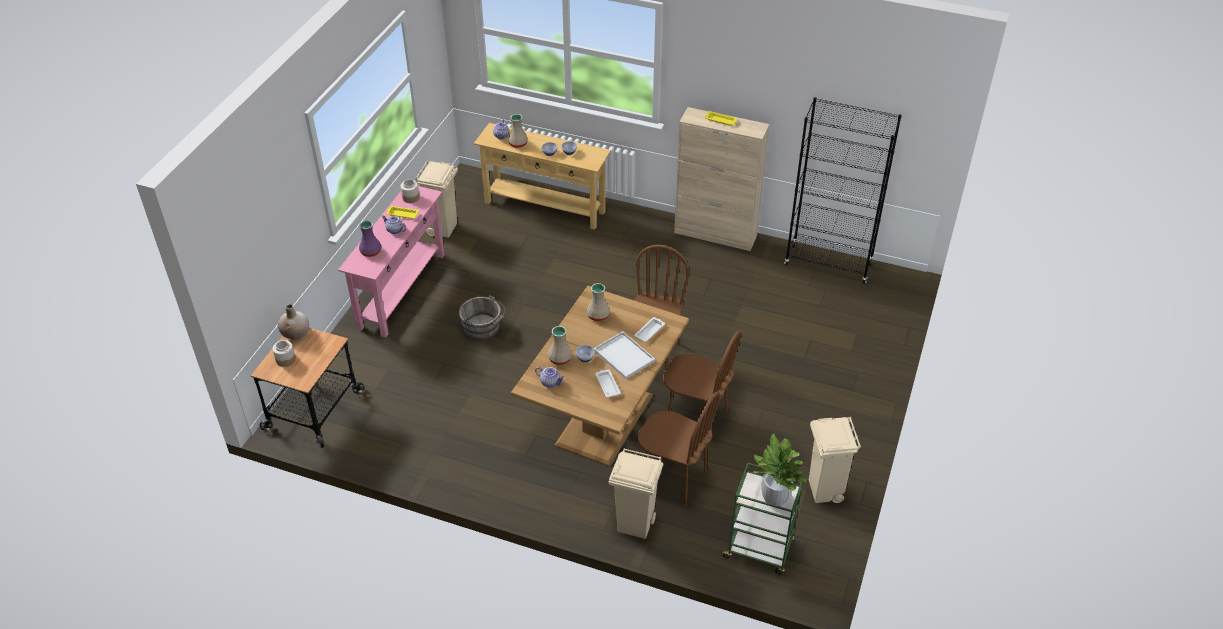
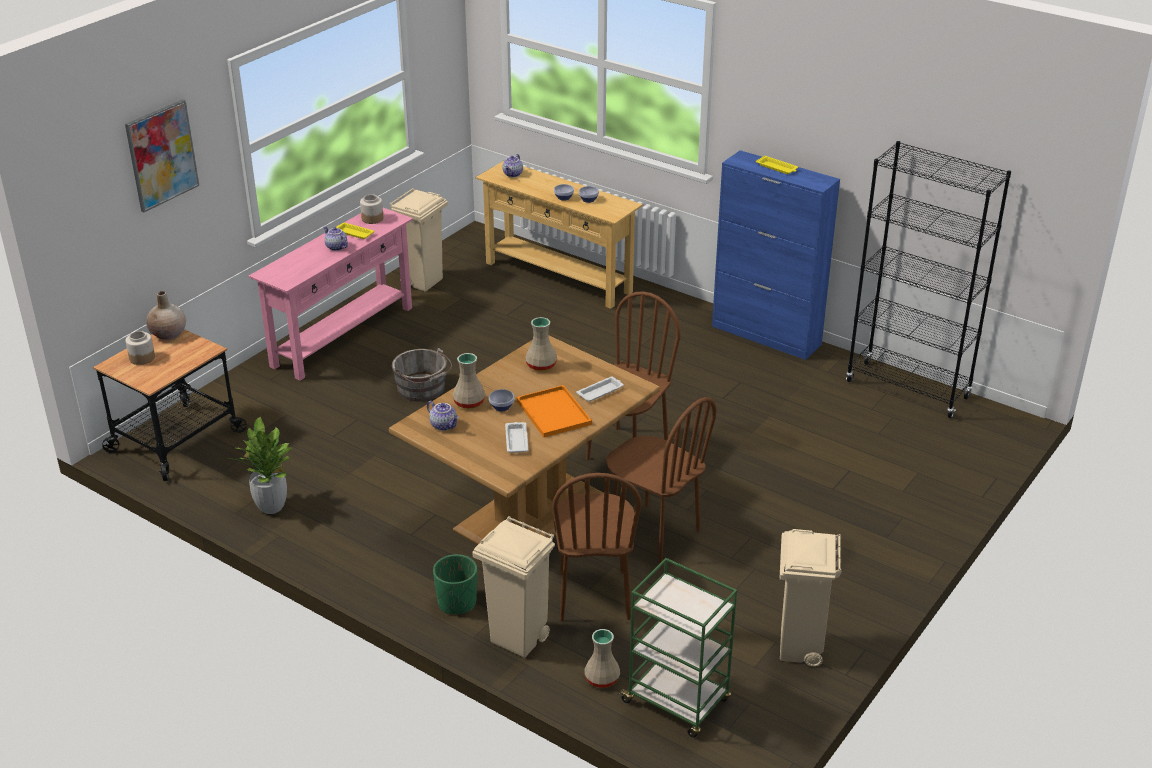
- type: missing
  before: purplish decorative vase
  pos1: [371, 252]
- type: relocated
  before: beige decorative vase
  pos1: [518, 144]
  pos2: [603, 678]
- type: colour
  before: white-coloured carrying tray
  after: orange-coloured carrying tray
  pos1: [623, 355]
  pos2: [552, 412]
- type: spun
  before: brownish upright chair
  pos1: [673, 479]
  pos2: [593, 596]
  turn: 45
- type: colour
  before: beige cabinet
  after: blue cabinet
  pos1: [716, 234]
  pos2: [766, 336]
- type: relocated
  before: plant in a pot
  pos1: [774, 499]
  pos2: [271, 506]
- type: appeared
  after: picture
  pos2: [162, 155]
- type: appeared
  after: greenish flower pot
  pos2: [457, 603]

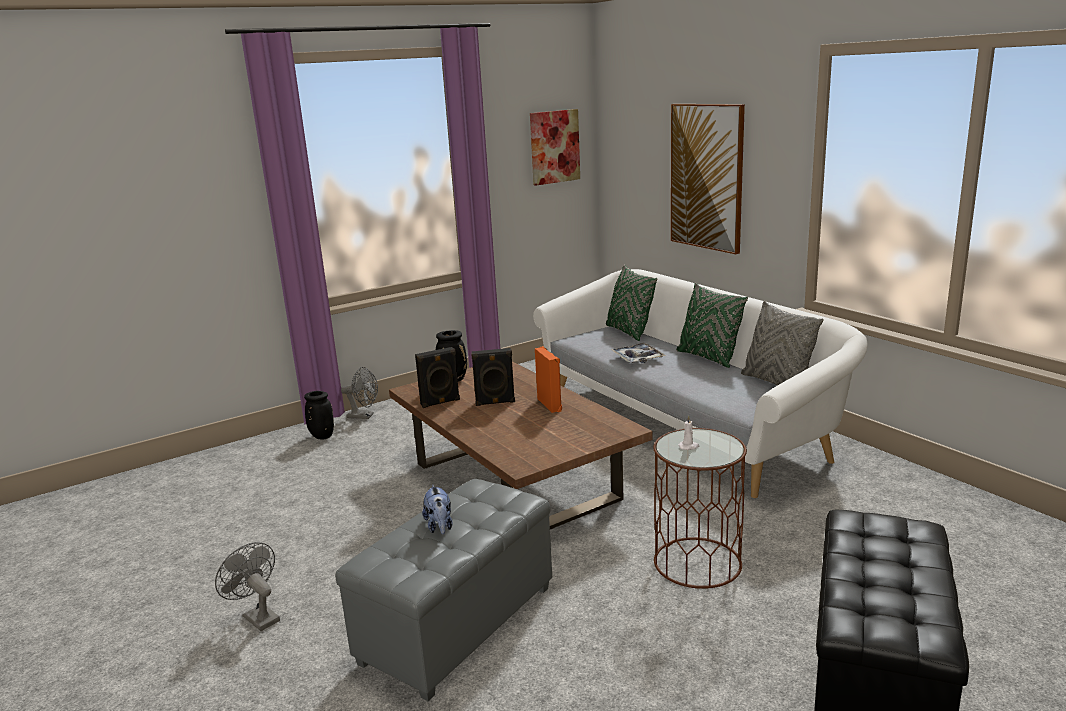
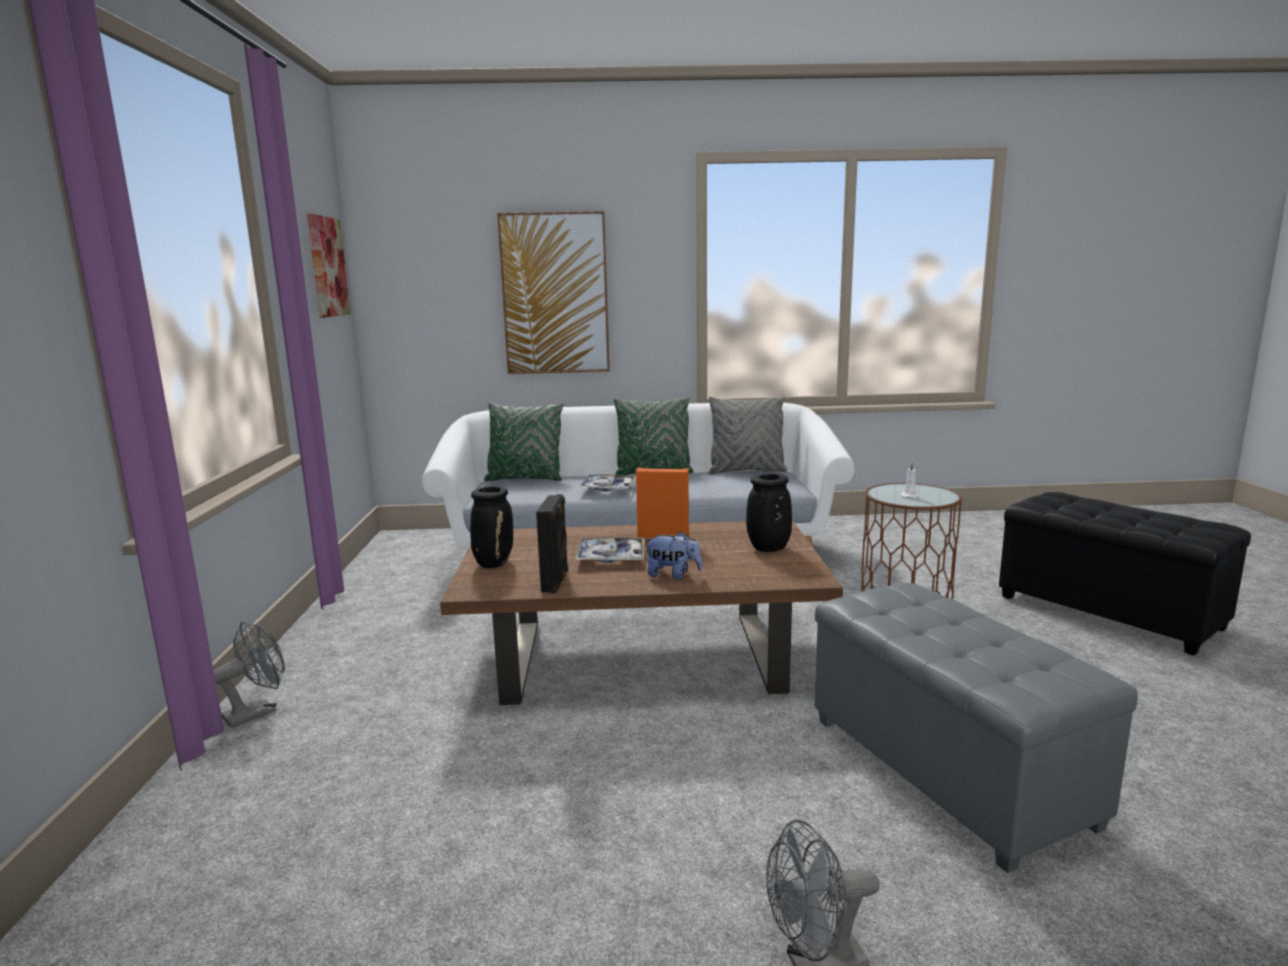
- type: relocated
  before: black-coloured decorative vase
  pos1: [321, 436]
  pos2: [768, 549]
- type: relocated
  before: soft toy
  pos1: [439, 526]
  pos2: [673, 575]
- type: exchanged
  before: black-coloured loudspeaker
  after: carrying tray
  pos1: [495, 402]
  pos2: [611, 557]

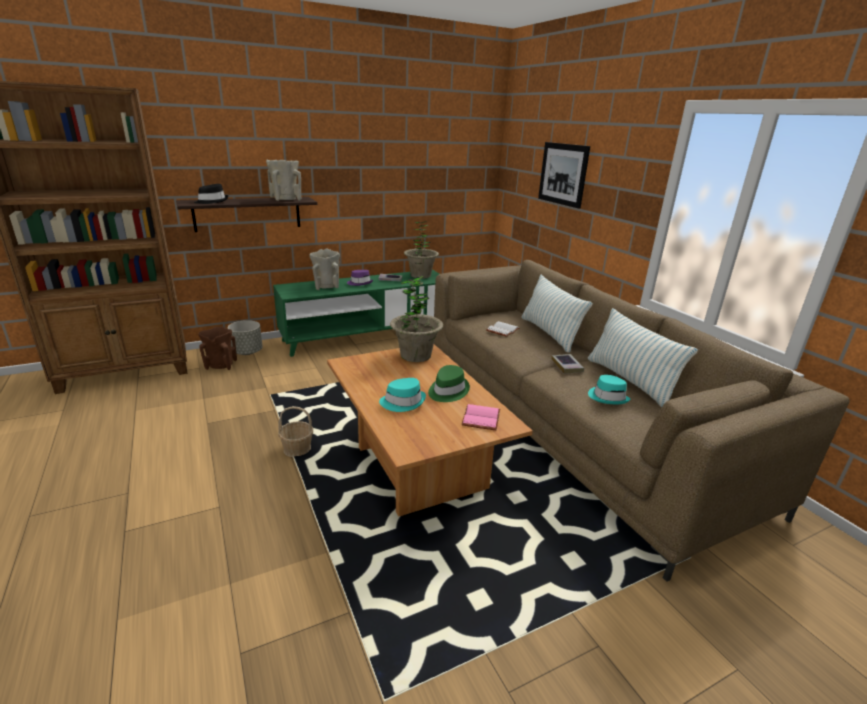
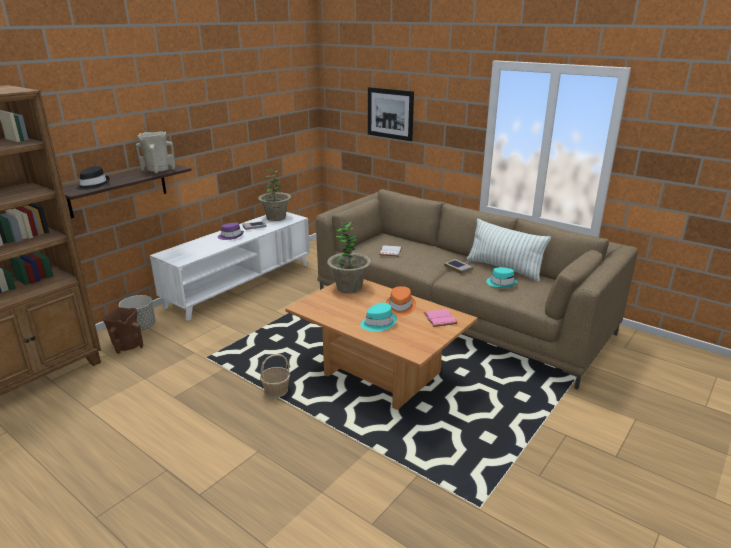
- type: colour
  before: greenish tv stand
  after: white-coloured tv stand
  pos1: [366, 336]
  pos2: [240, 285]
- type: missing
  before: beige decorative vase
  pos1: [326, 286]
- type: colour
  before: greenish clothing hat
  after: orange-coloured clothing hat
  pos1: [447, 391]
  pos2: [399, 307]
- type: missing
  before: throw pillow
  pos1: [549, 333]

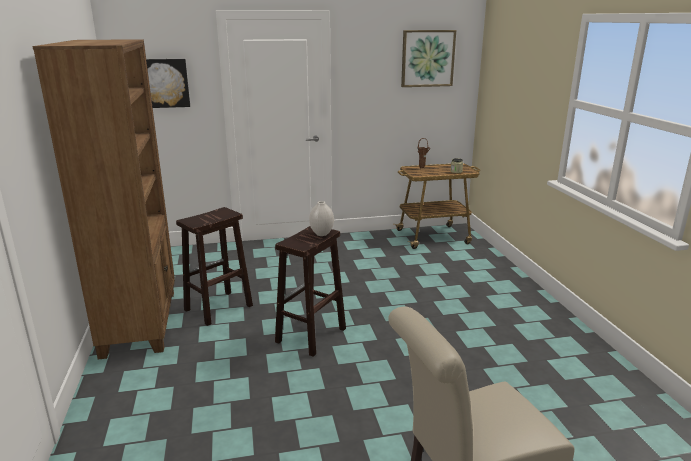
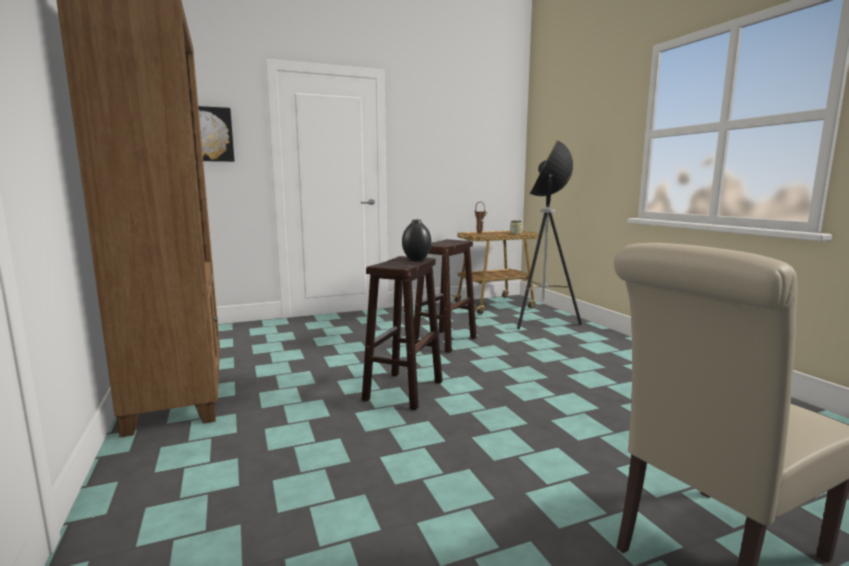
- type: relocated
  before: brownish stool
  pos1: [218, 308]
  pos2: [444, 341]
- type: colour
  before: white-coloured decorative vase
  after: black-coloured decorative vase
  pos1: [321, 234]
  pos2: [416, 260]
- type: missing
  before: picture
  pos1: [427, 58]
- type: appeared
  after: standing lamp
  pos2: [542, 322]

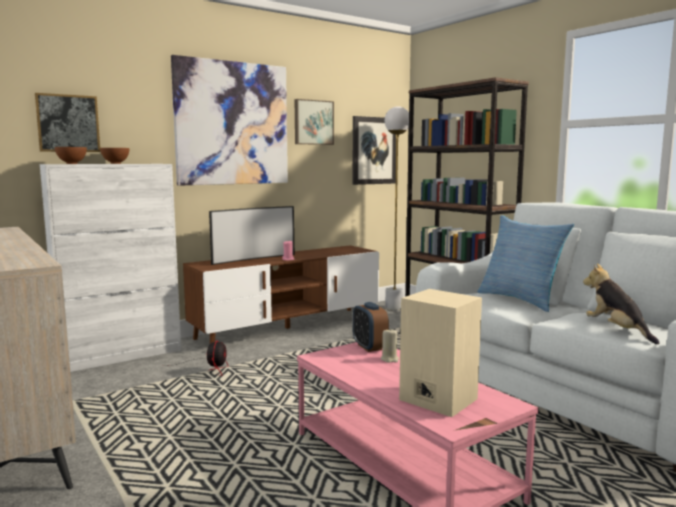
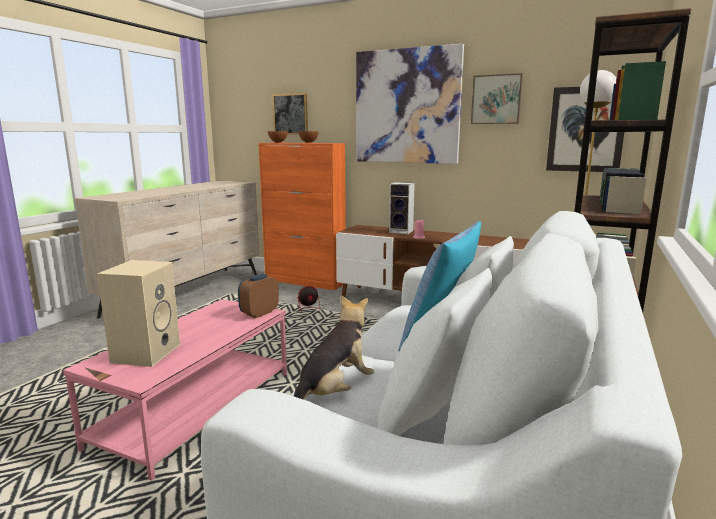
- type: colour
  before: white-coloured cabinet
  after: orange-coloured cabinet
  pos1: [121, 356]
  pos2: [305, 281]
- type: exchanged
  before: television
  after: loudspeaker
  pos1: [253, 259]
  pos2: [402, 231]
- type: missing
  before: beige wax candle
  pos1: [389, 359]

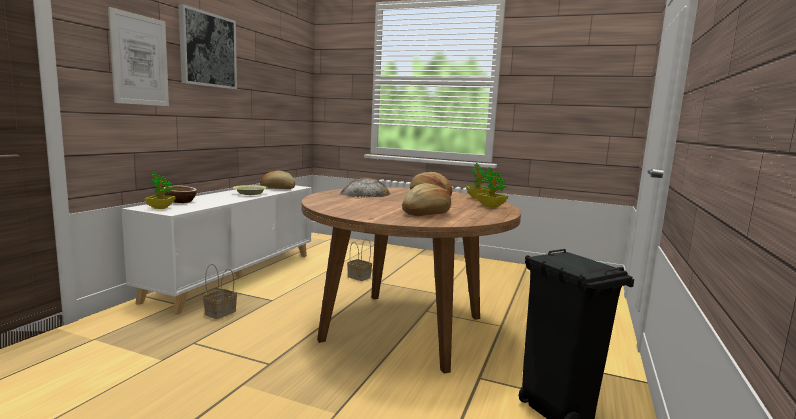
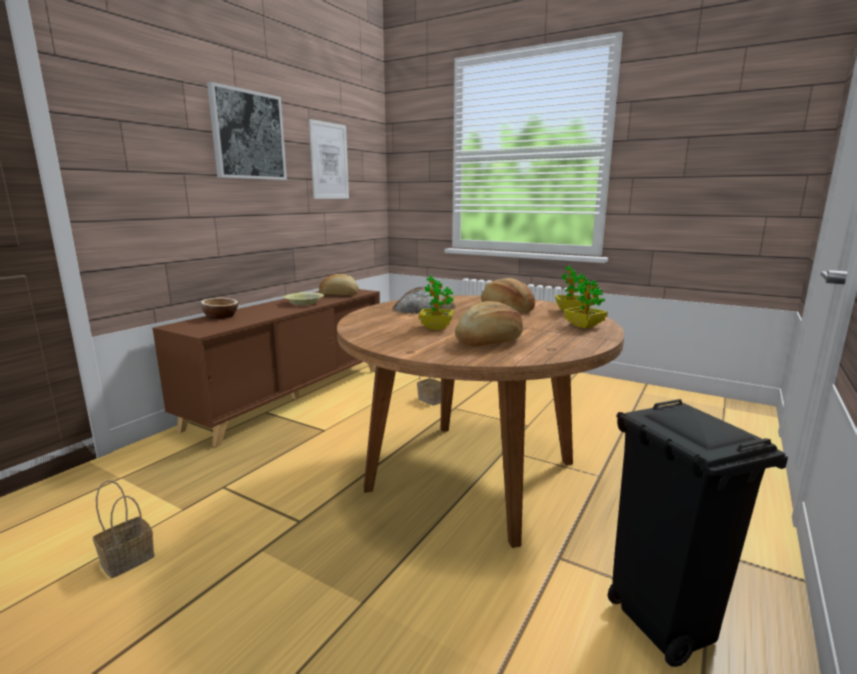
- type: relocated
  before: picture
  pos1: [140, 60]
  pos2: [329, 161]
- type: colour
  before: white-coloured cabinet
  after: brownish cabinet
  pos1: [235, 275]
  pos2: [292, 396]
- type: relocated
  before: plant in a pot
  pos1: [160, 208]
  pos2: [436, 327]
- type: relocated
  before: basket
  pos1: [221, 312]
  pos2: [129, 559]

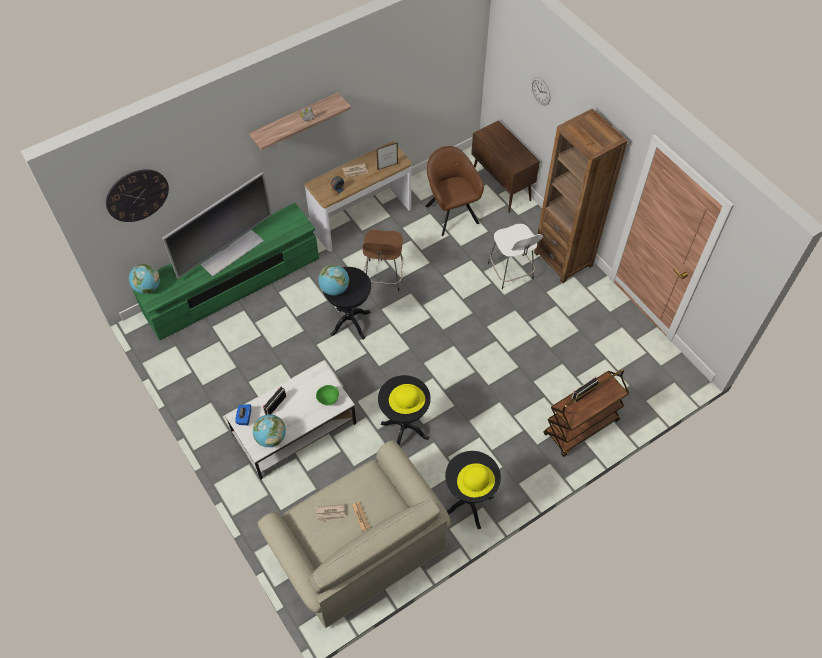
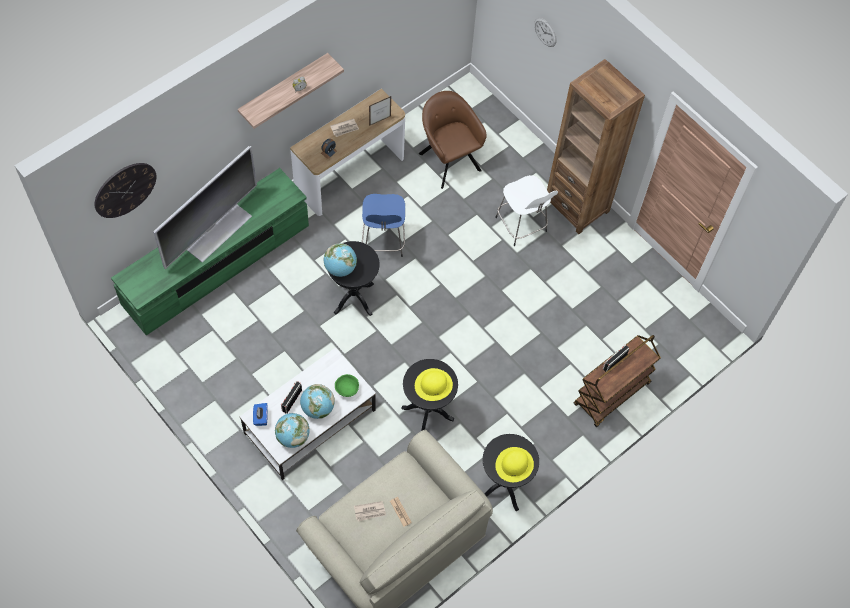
- type: relocated
  before: desk globe
  pos1: [147, 287]
  pos2: [317, 408]
- type: colour
  before: brownish stool
  after: blue stool
  pos1: [383, 277]
  pos2: [383, 242]
- type: missing
  before: brownish cabinet
  pos1: [501, 187]

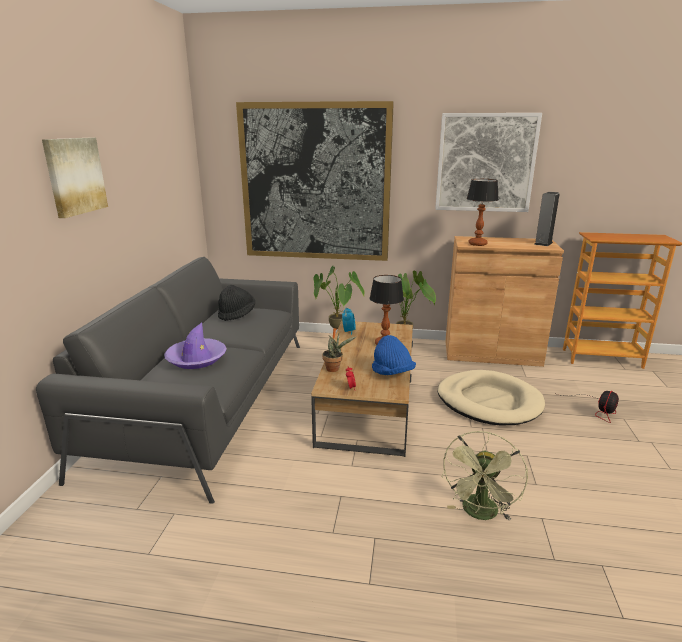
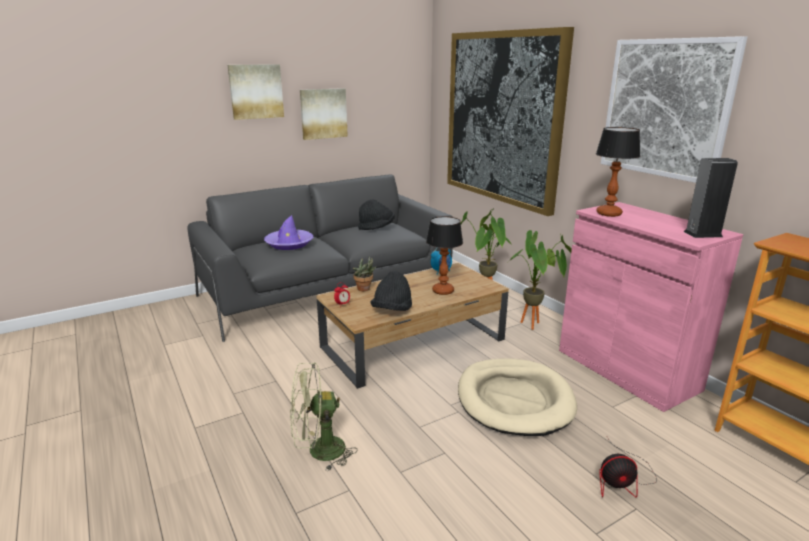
- type: colour
  before: blue clothing hat
  after: black-coloured clothing hat
  pos1: [392, 373]
  pos2: [392, 310]
- type: colour
  before: brownish cabinet
  after: pink cabinet
  pos1: [491, 353]
  pos2: [627, 369]
- type: appeared
  after: picture
  pos2: [323, 113]

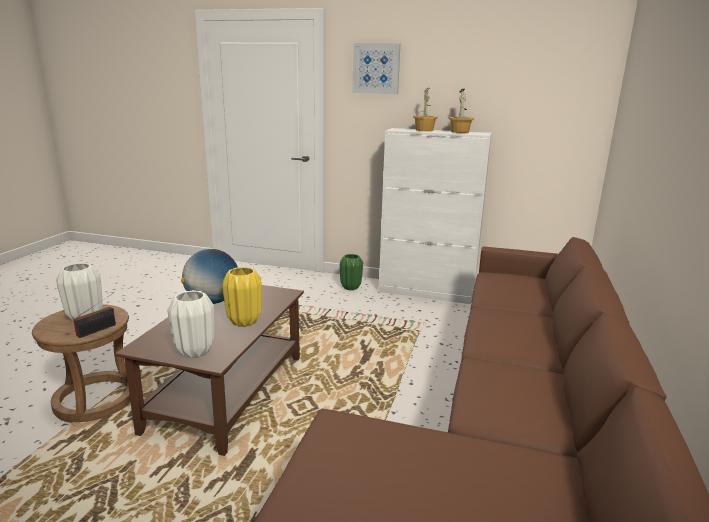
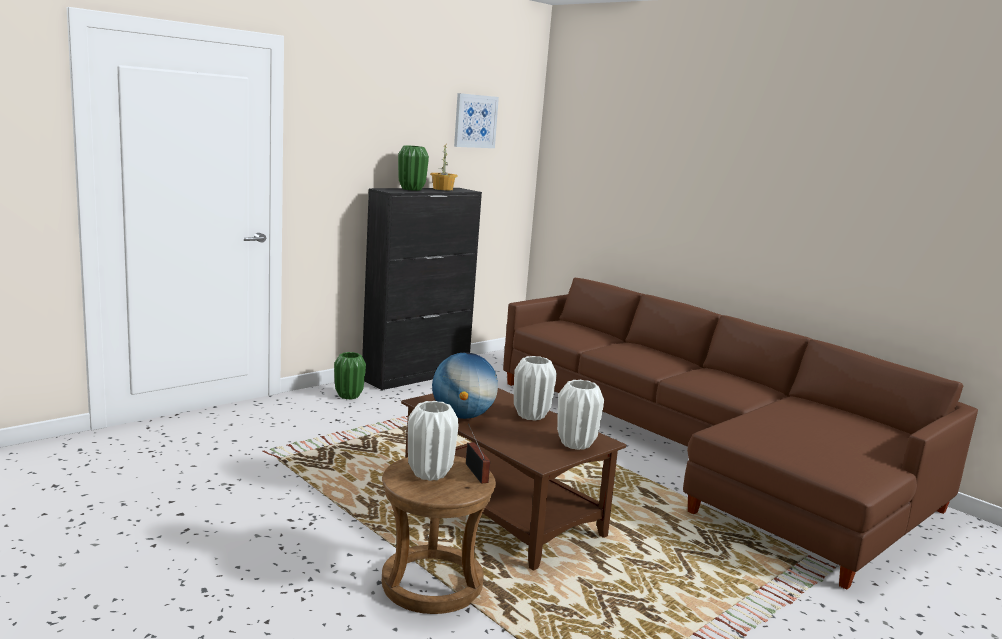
- type: colour
  before: yellow decorative vase
  after: white-coloured decorative vase
  pos1: [244, 322]
  pos2: [531, 416]
- type: relocated
  before: picture
  pos1: [376, 68]
  pos2: [475, 121]
- type: colour
  before: white-coloured cabinet
  after: black-coloured cabinet
  pos1: [427, 292]
  pos2: [417, 375]
- type: exchanged
  before: plant in a pot
  after: greenish decorative vase
  pos1: [424, 130]
  pos2: [412, 189]

